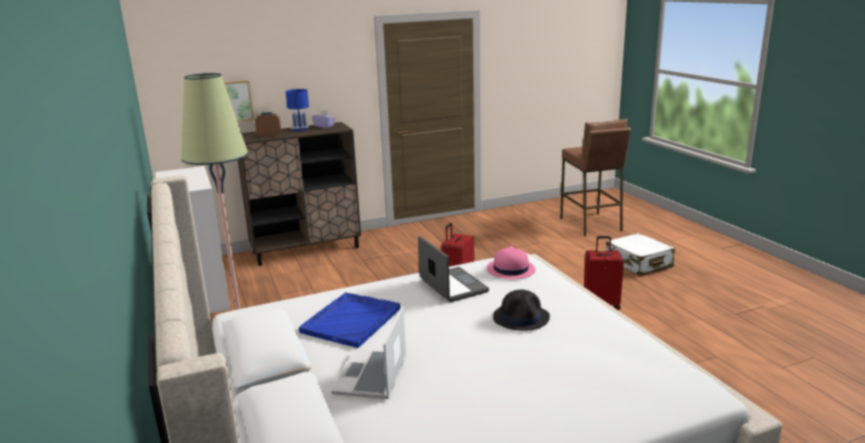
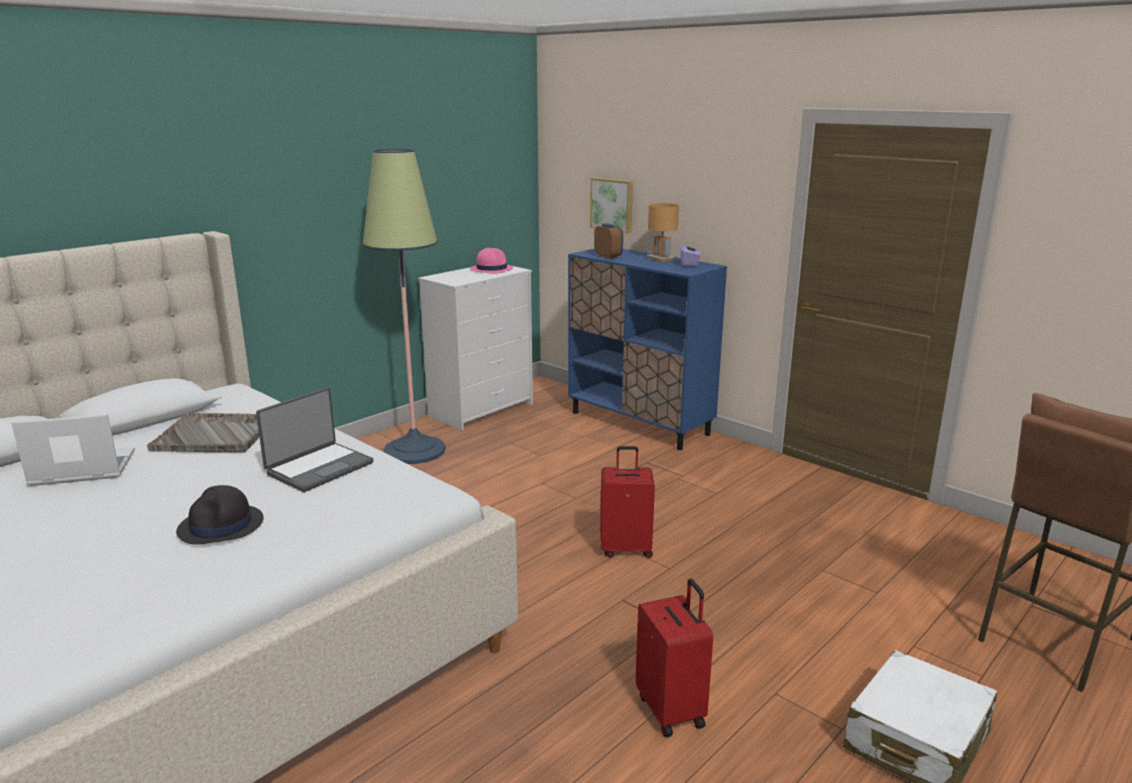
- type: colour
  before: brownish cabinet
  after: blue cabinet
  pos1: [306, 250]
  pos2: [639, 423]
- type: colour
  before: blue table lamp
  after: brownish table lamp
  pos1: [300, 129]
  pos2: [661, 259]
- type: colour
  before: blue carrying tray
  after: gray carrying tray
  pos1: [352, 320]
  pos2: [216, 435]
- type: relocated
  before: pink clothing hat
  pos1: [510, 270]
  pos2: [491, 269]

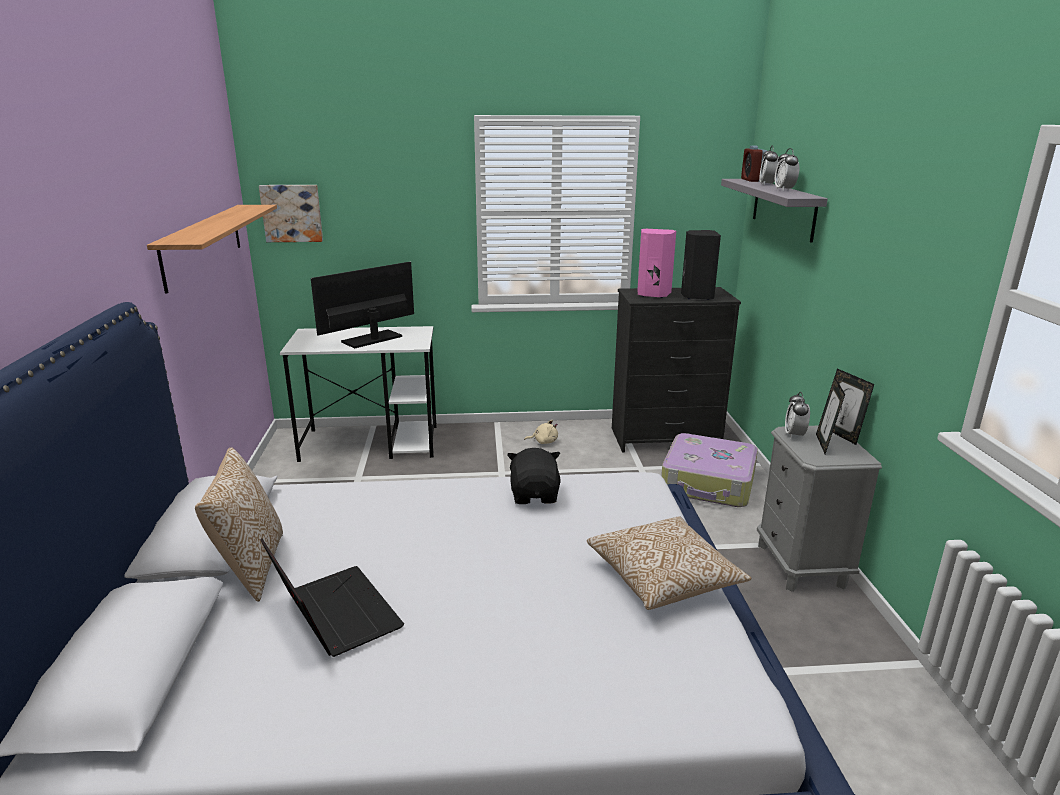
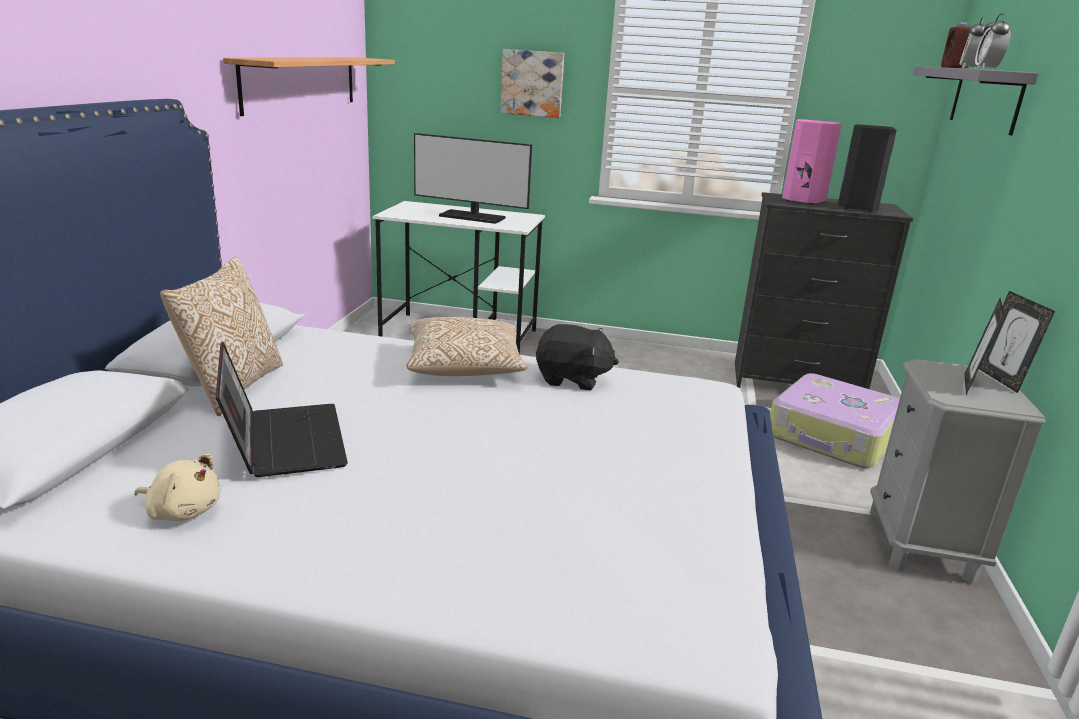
- type: relocated
  before: picture
  pos1: [292, 213]
  pos2: [532, 83]
- type: spun
  before: monitor
  pos1: [372, 339]
  pos2: [472, 217]
  turn: -135
- type: spun
  before: black-coloured soft toy
  pos1: [535, 495]
  pos2: [572, 379]
  turn: 90
- type: relocated
  before: beige soft toy
  pos1: [544, 441]
  pos2: [182, 511]
- type: relocated
  before: throw pillow
  pos1: [664, 579]
  pos2: [464, 367]
- type: missing
  before: table clock
  pos1: [794, 435]

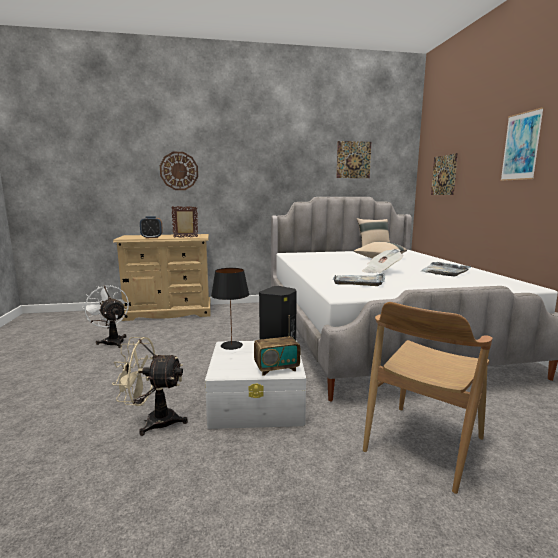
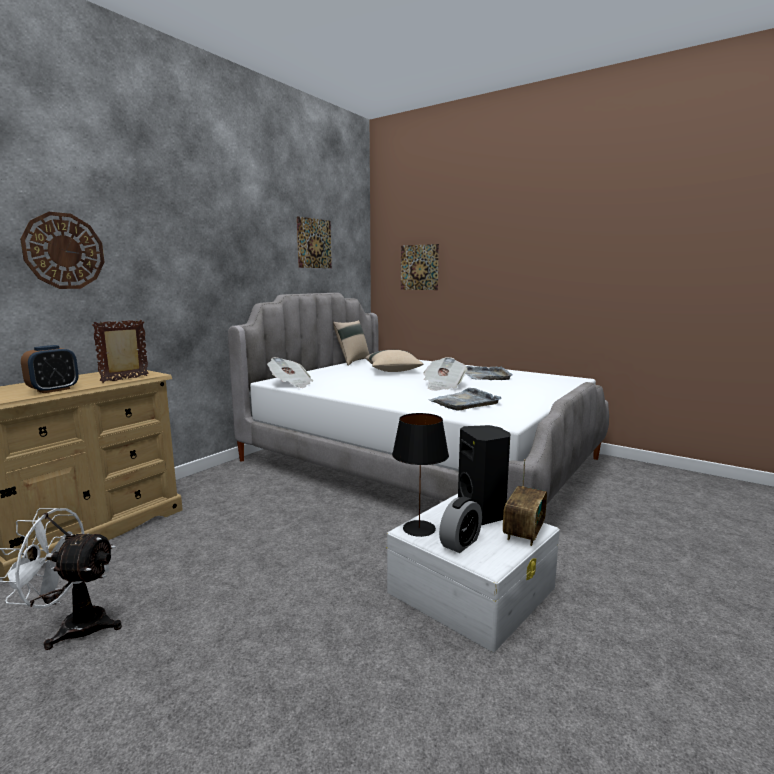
- type: missing
  before: beige electric fan
  pos1: [153, 421]
- type: missing
  before: brownish upright chair
  pos1: [423, 444]
- type: missing
  before: picture
  pos1: [521, 146]
- type: appeared
  after: printed paper
  pos2: [291, 384]
- type: appeared
  after: table clock
  pos2: [460, 543]

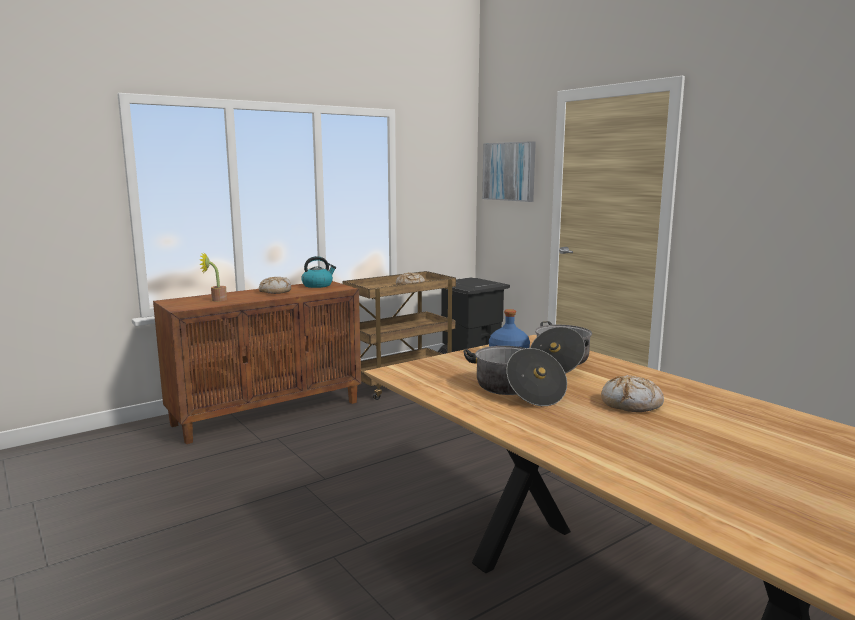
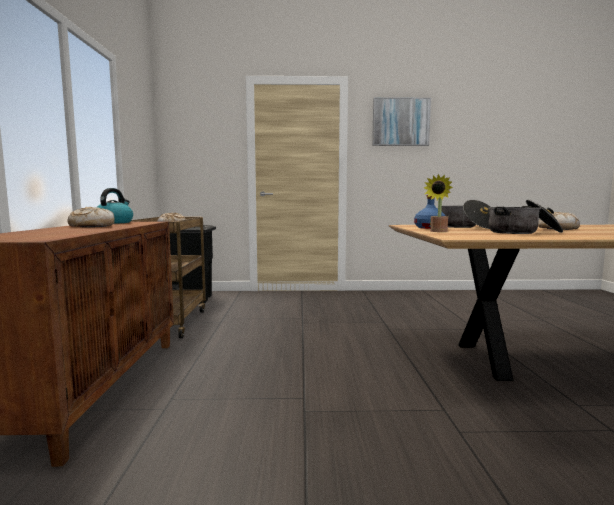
- type: relocated
  before: plant in a pot
  pos1: [216, 300]
  pos2: [438, 231]
- type: relocated
  before: picture
  pos1: [509, 171]
  pos2: [400, 122]

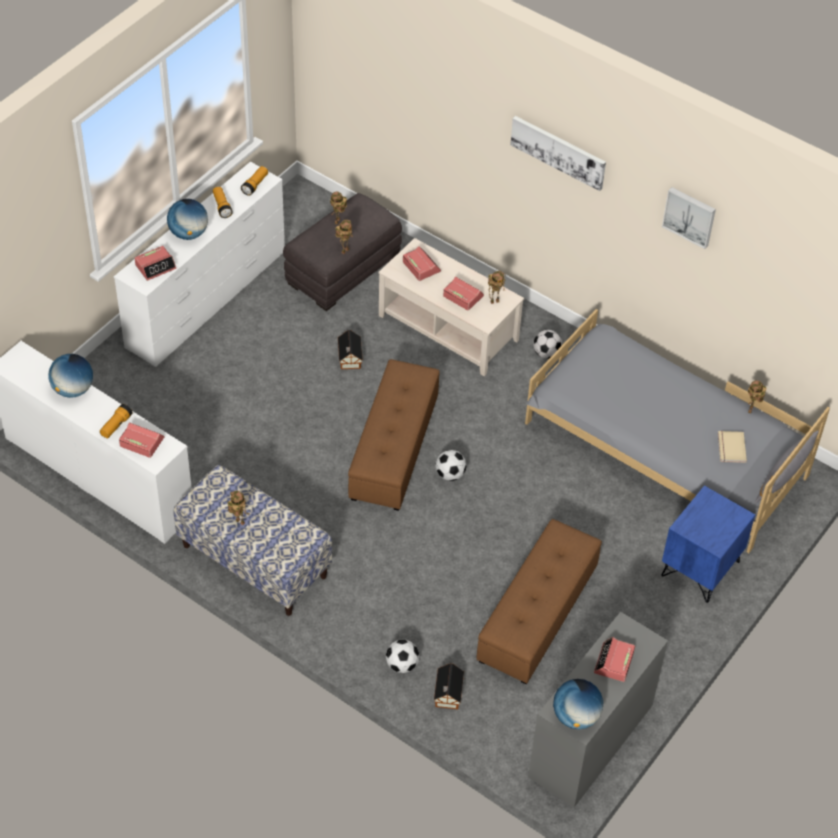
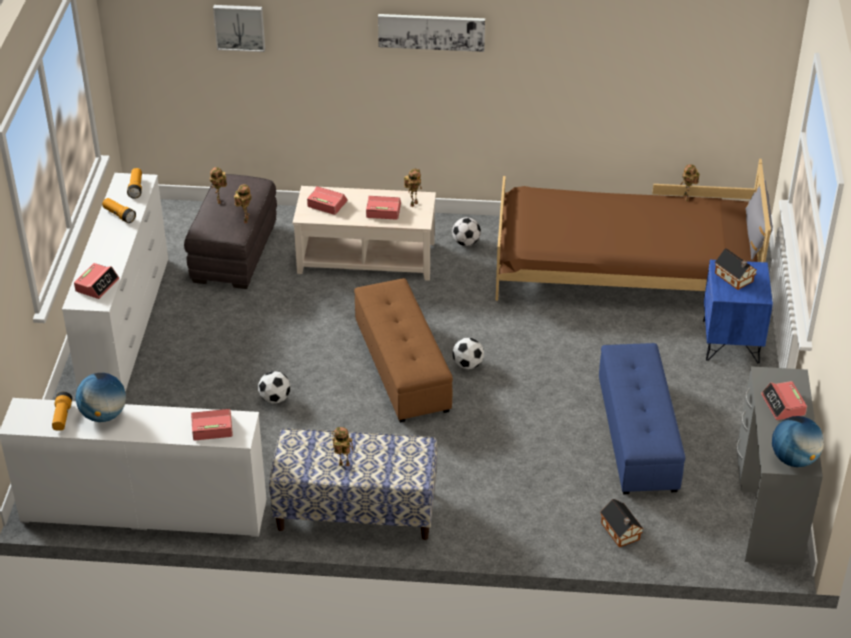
- type: relocated
  before: flashlight
  pos1: [116, 426]
  pos2: [62, 417]
- type: missing
  before: desk globe
  pos1: [188, 233]
- type: relocated
  before: miniature house
  pos1: [349, 358]
  pos2: [734, 278]
- type: relocated
  before: football
  pos1: [402, 665]
  pos2: [275, 399]
- type: colour
  before: brownish pouffe
  after: blue pouffe
  pos1: [538, 615]
  pos2: [638, 436]
- type: colour
  before: gray bed
  after: brownish bed
  pos1: [663, 449]
  pos2: [623, 271]
- type: relocated
  before: picture
  pos1: [690, 216]
  pos2: [239, 27]
- type: missing
  before: beige bound book
  pos1: [730, 448]

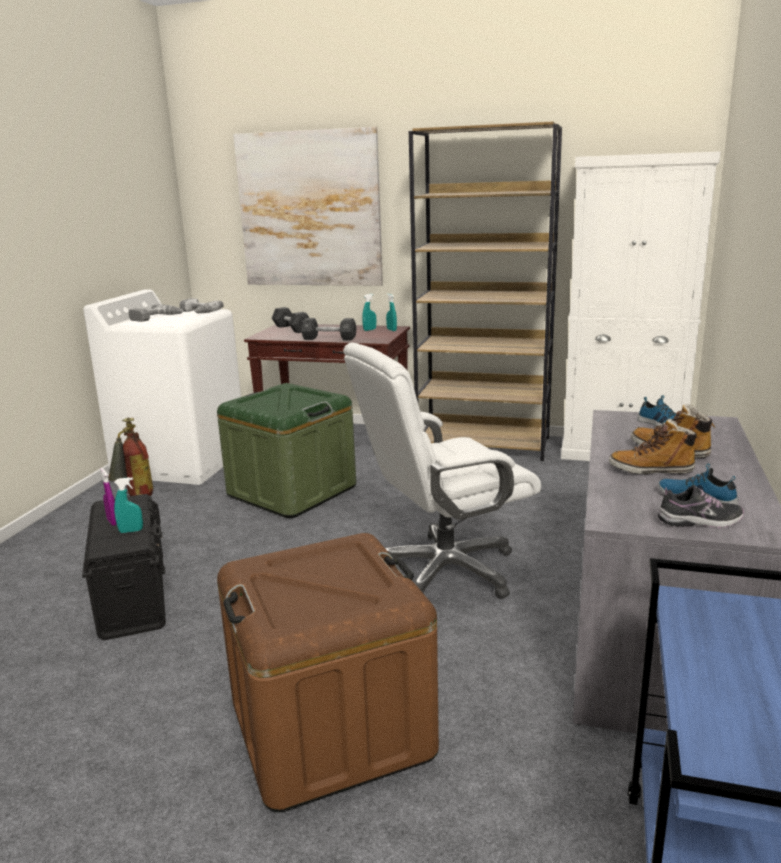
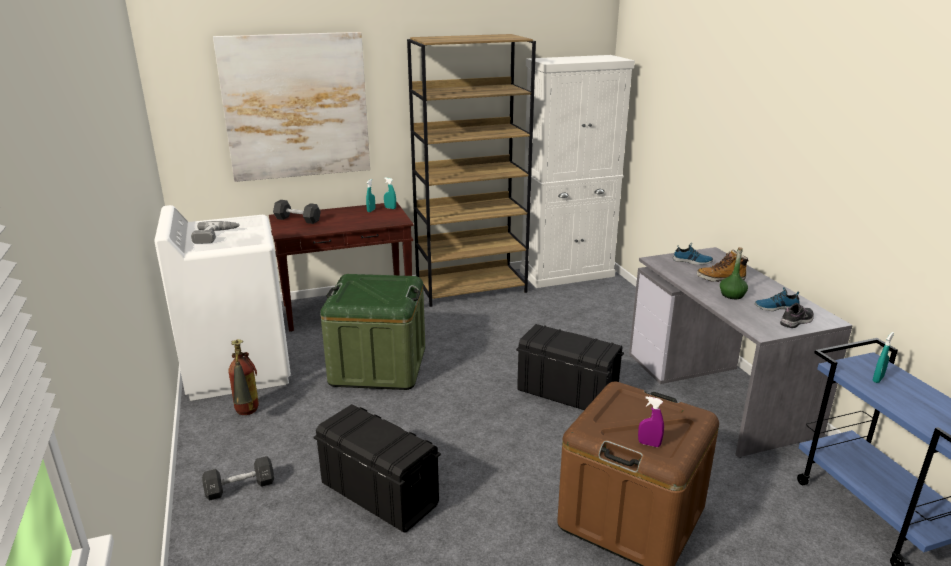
- type: relocated
  before: purplish sprayer
  pos1: [113, 522]
  pos2: [649, 444]
- type: relocated
  before: turquoise-coloured sprayer
  pos1: [131, 531]
  pos2: [878, 379]
- type: missing
  before: electric drill
  pos1: [197, 312]
- type: relocated
  before: black-coloured dumbbell
  pos1: [329, 338]
  pos2: [240, 487]
- type: exchanged
  before: white-coloured office chair
  after: black-coloured storage container
  pos1: [444, 571]
  pos2: [566, 393]
- type: exchanged
  before: tall boot
  after: greenish beverage bottle
  pos1: [651, 470]
  pos2: [732, 295]

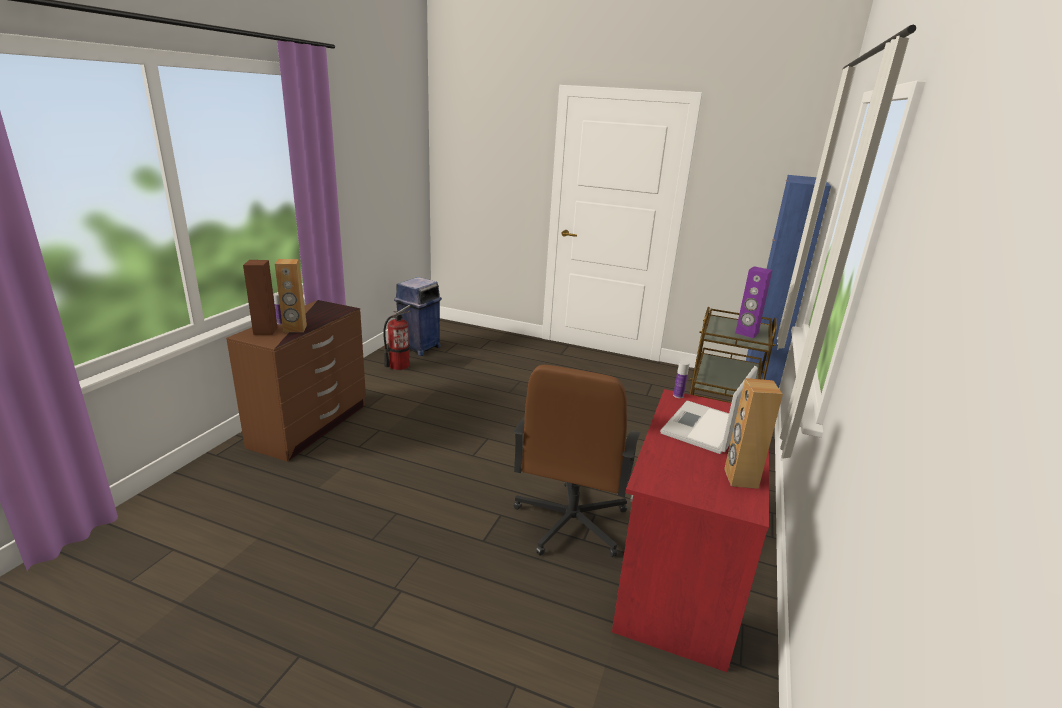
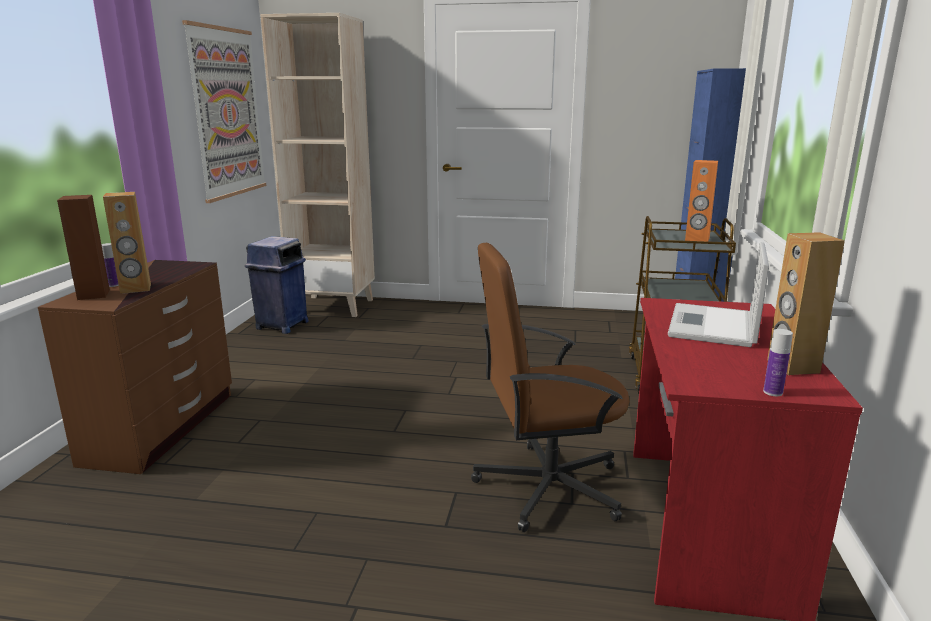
- type: missing
  before: extinguisher
  pos1: [399, 366]
- type: spun
  before: brownish office chair
  pos1: [570, 522]
  pos2: [546, 487]
  turn: 75
- type: relocated
  before: beverage bottle
  pos1: [678, 396]
  pos2: [772, 392]
- type: colour
  before: purplish loudspeaker
  after: orange-coloured loudspeaker
  pos1: [746, 333]
  pos2: [697, 239]
- type: appeared
  after: picture
  pos2: [227, 113]
- type: appeared
  after: beige bookcase
  pos2: [334, 306]

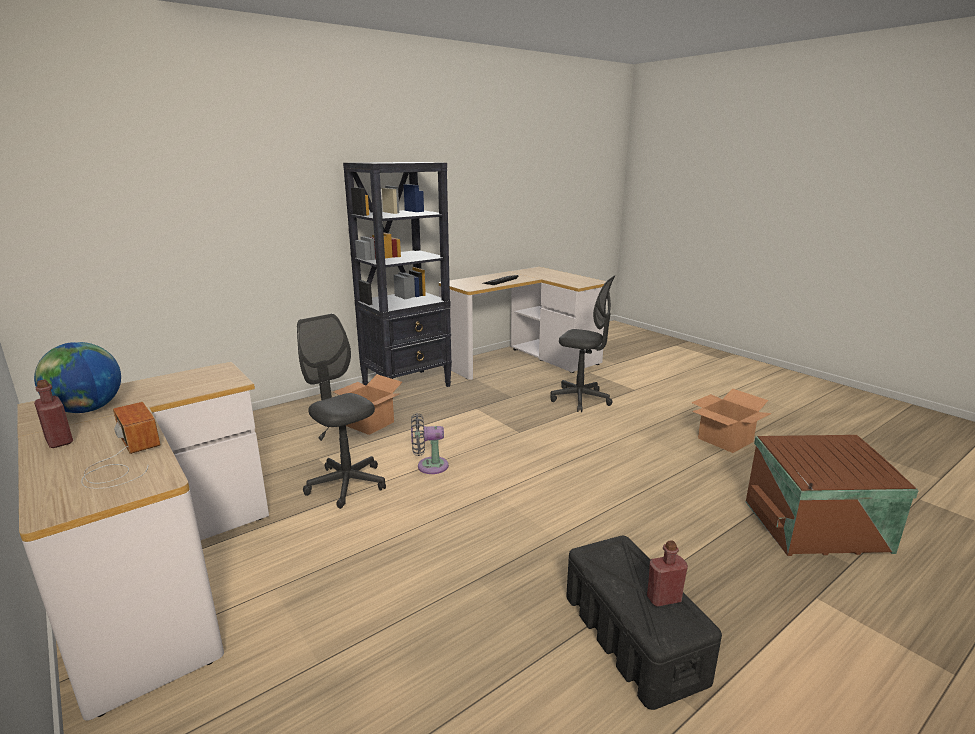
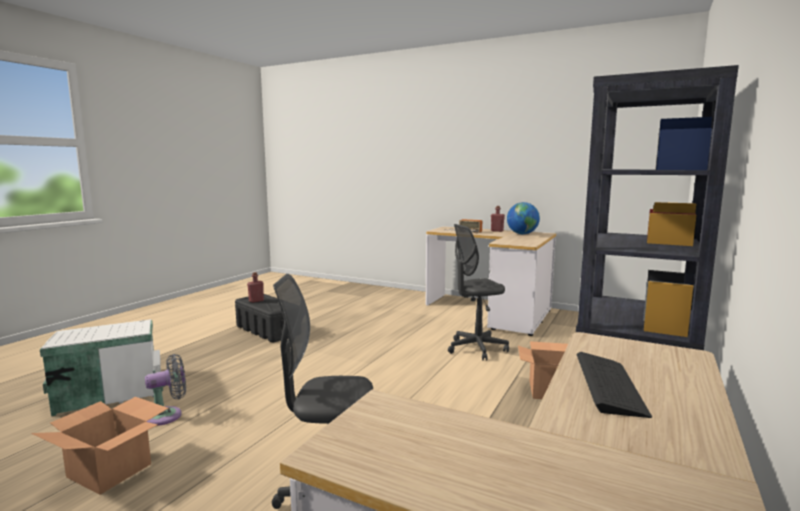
- type: spun
  before: gray office chair
  pos1: [346, 484]
  pos2: [476, 348]
  turn: 135
- type: relocated
  before: gray electric fan
  pos1: [429, 466]
  pos2: [168, 415]
- type: colour
  before: brownish storage container
  after: white-coloured storage container
  pos1: [818, 527]
  pos2: [107, 390]

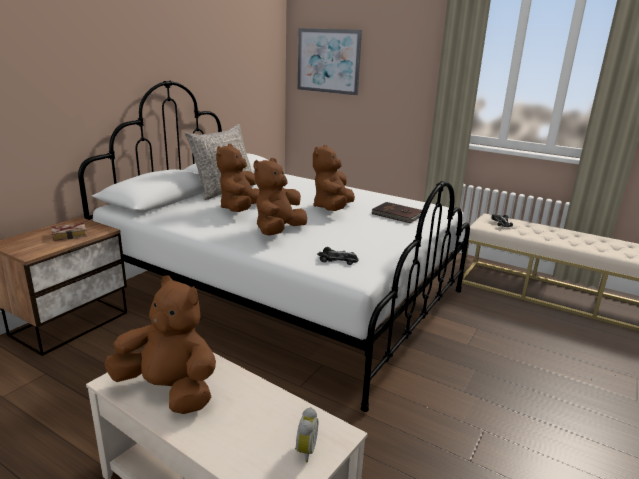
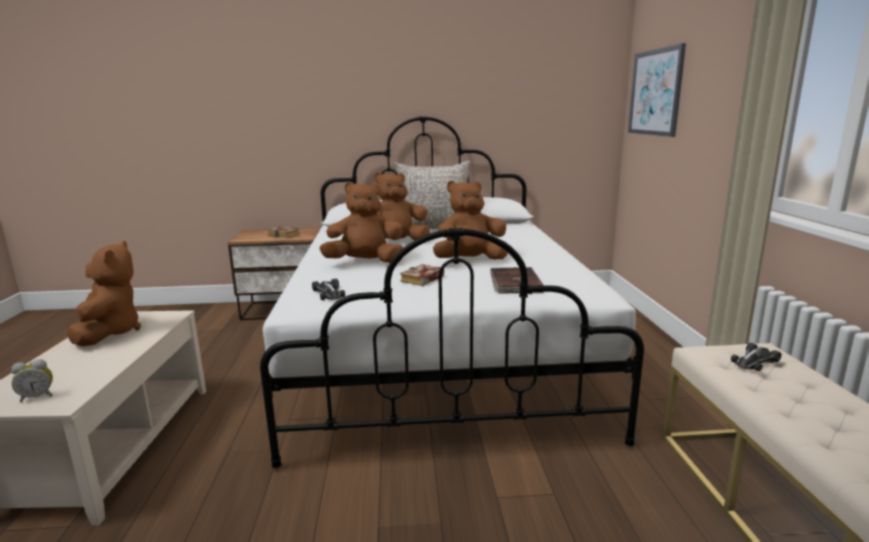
- type: appeared
  after: bound book
  pos2: [422, 280]

